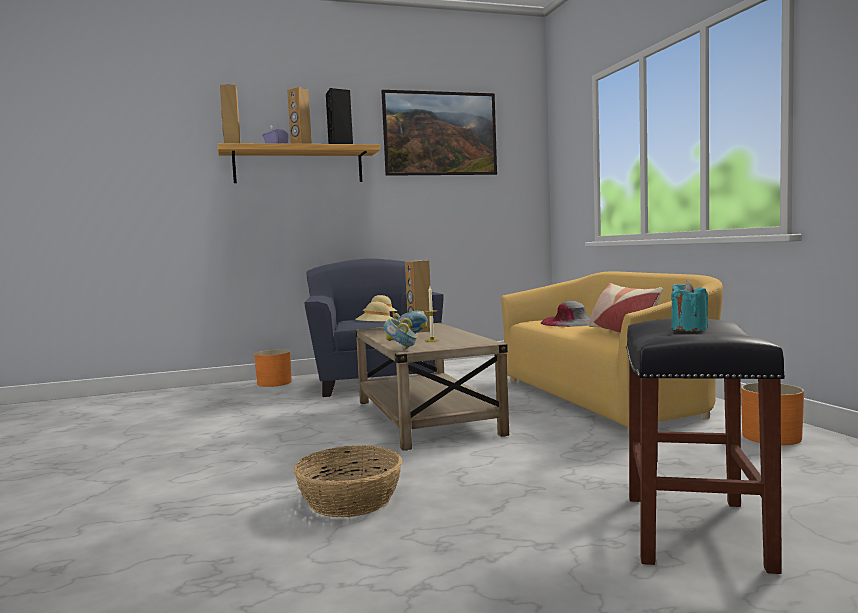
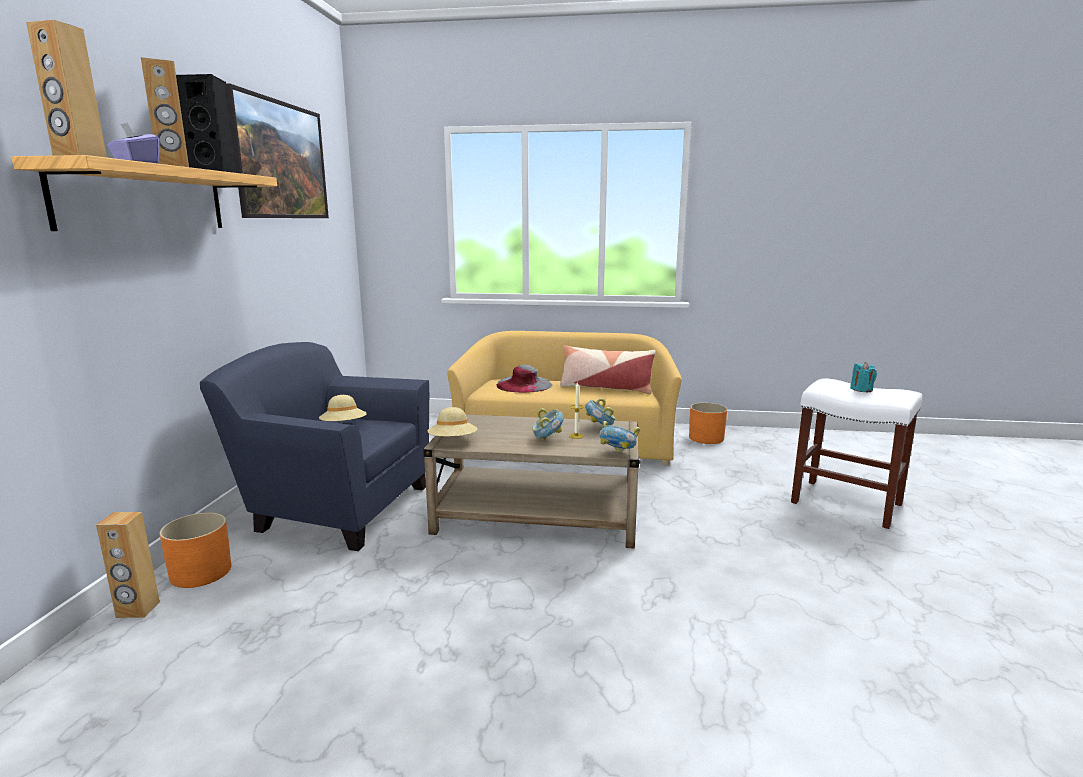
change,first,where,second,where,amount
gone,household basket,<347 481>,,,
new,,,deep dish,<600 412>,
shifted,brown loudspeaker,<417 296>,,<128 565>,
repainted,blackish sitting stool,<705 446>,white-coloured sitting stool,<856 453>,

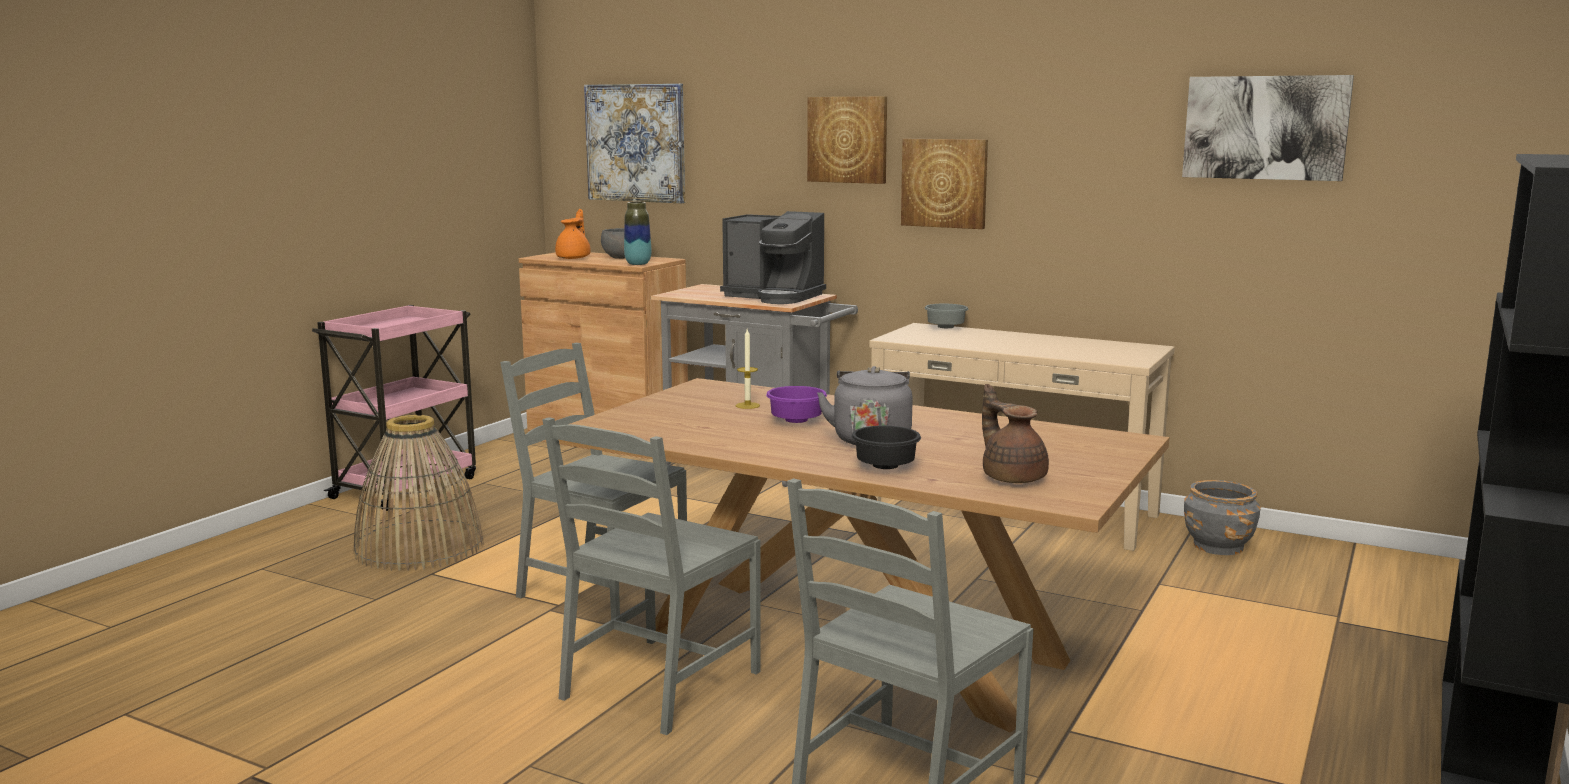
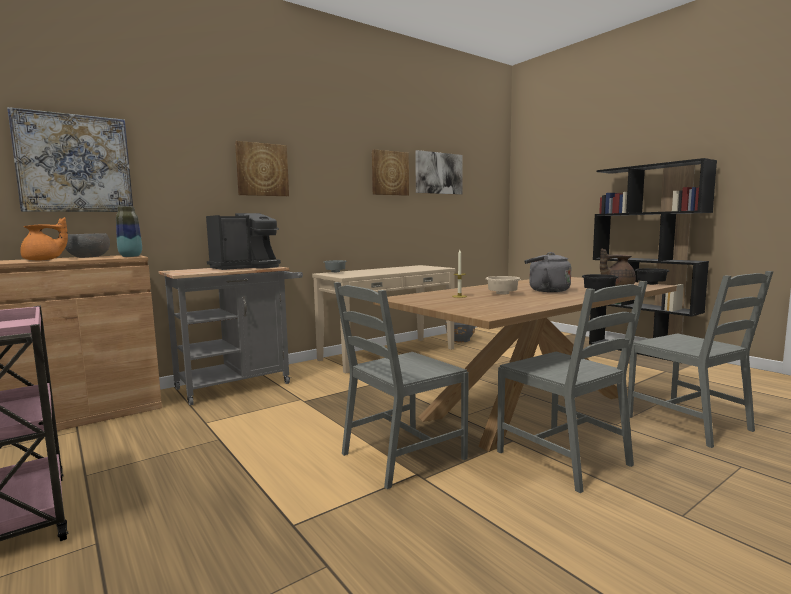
change,first,where,second,where,amount
gone,household basket,<419 493>,,,
new,,,blackish deep dish,<652 276>,
shifted,wall art,<944 184>,,<390 172>,
repainted,purple-coloured deep dish,<796 404>,beige-coloured deep dish,<503 285>,
rotated,orangey tea pot,<573 234>,,<44 238>,105 degrees clockwise

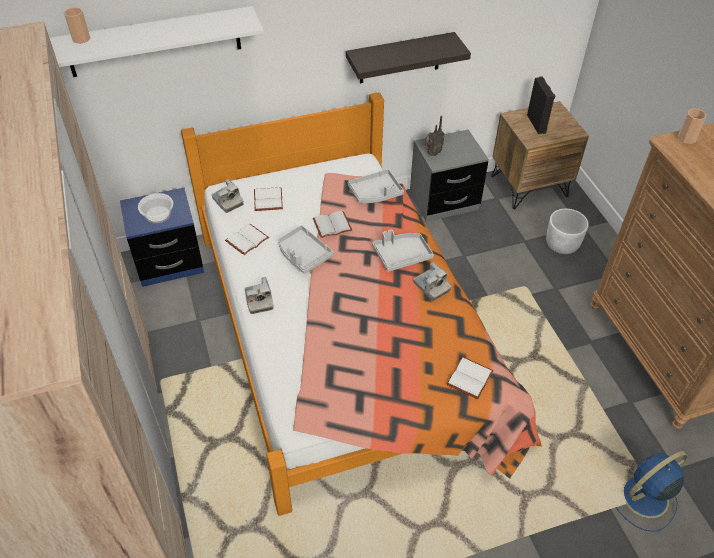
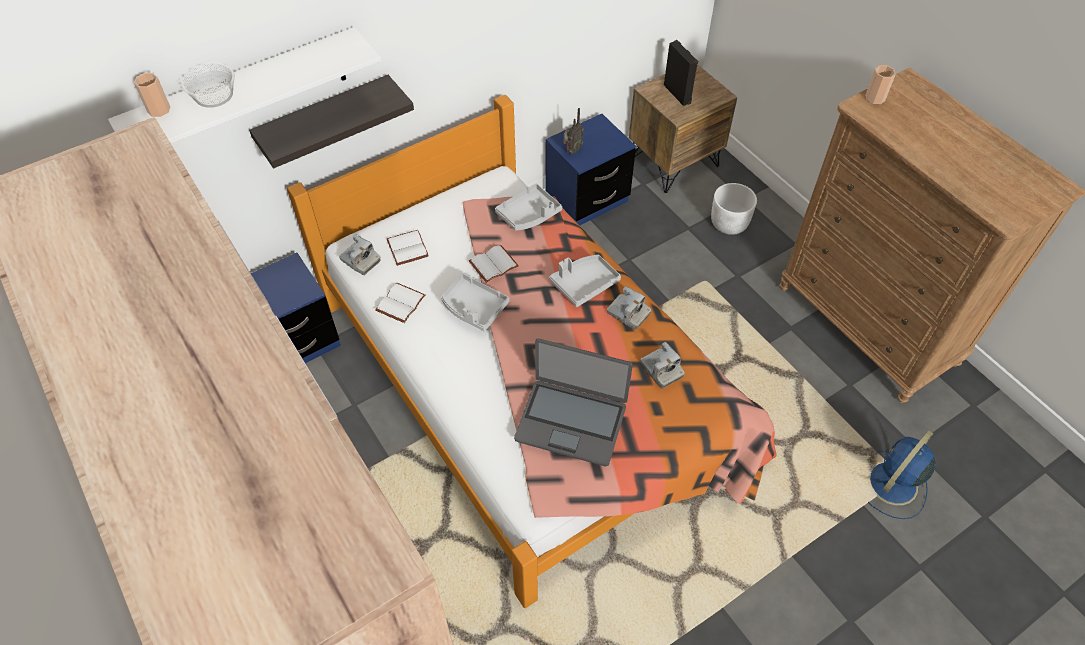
change,first,where,second,where,amount
gone,white-coloured volume,<470 378>,,,
new,,,notebook computer,<573 403>,
shifted,deep dish,<155 208>,,<208 85>,
shifted,still camera,<259 295>,,<662 365>,
shifted,wall shelf,<408 57>,,<331 121>,
repainted,grey bedside table,<449 176>,bluish bedside table,<590 170>,

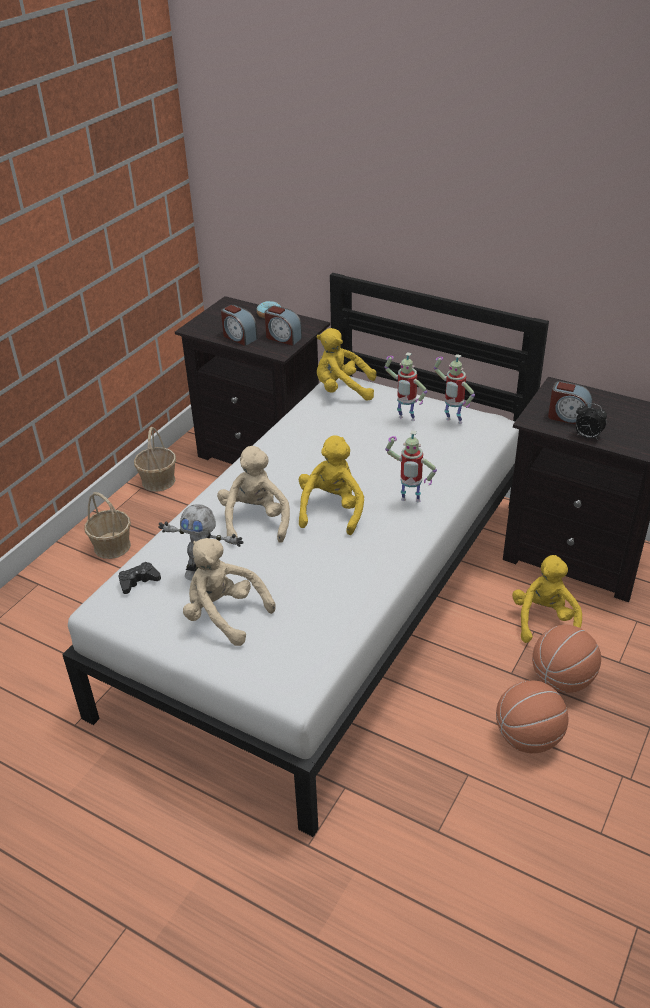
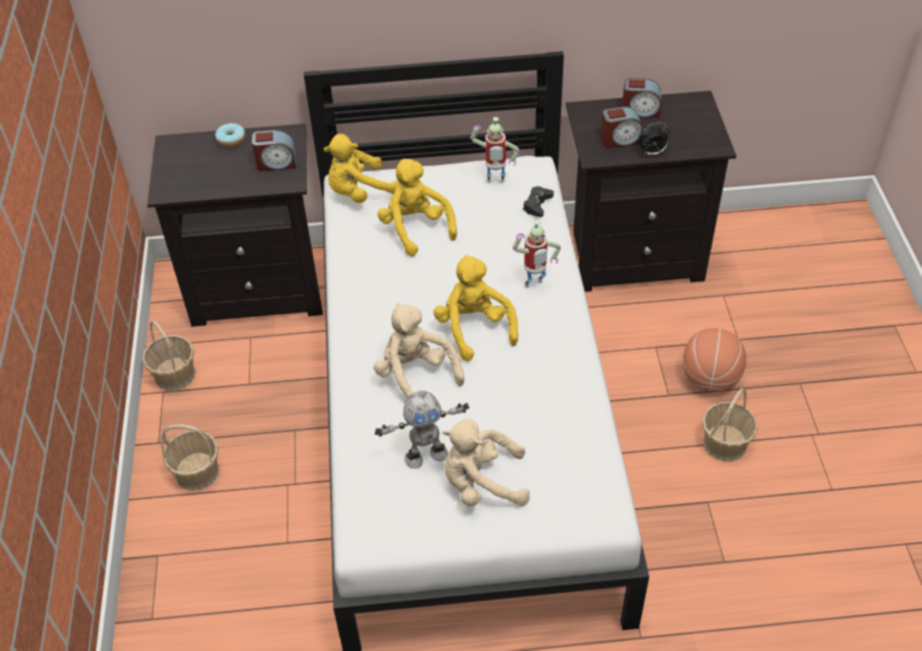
change,first,where,second,where,amount
gone,toy robot,<405 386>,,,
shifted,blackish game controller,<140 578>,,<538 201>,
shifted,alarm clock,<239 325>,,<641 98>,
shifted,yellowish cuddly toy,<547 599>,,<417 207>,
swapped,basketball ball,<532 717>,household basket,<730 425>,

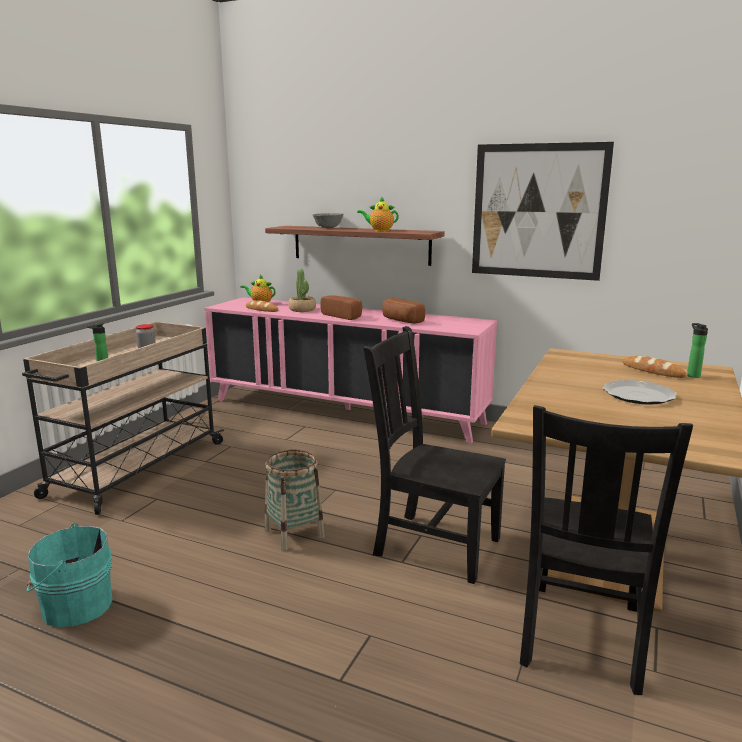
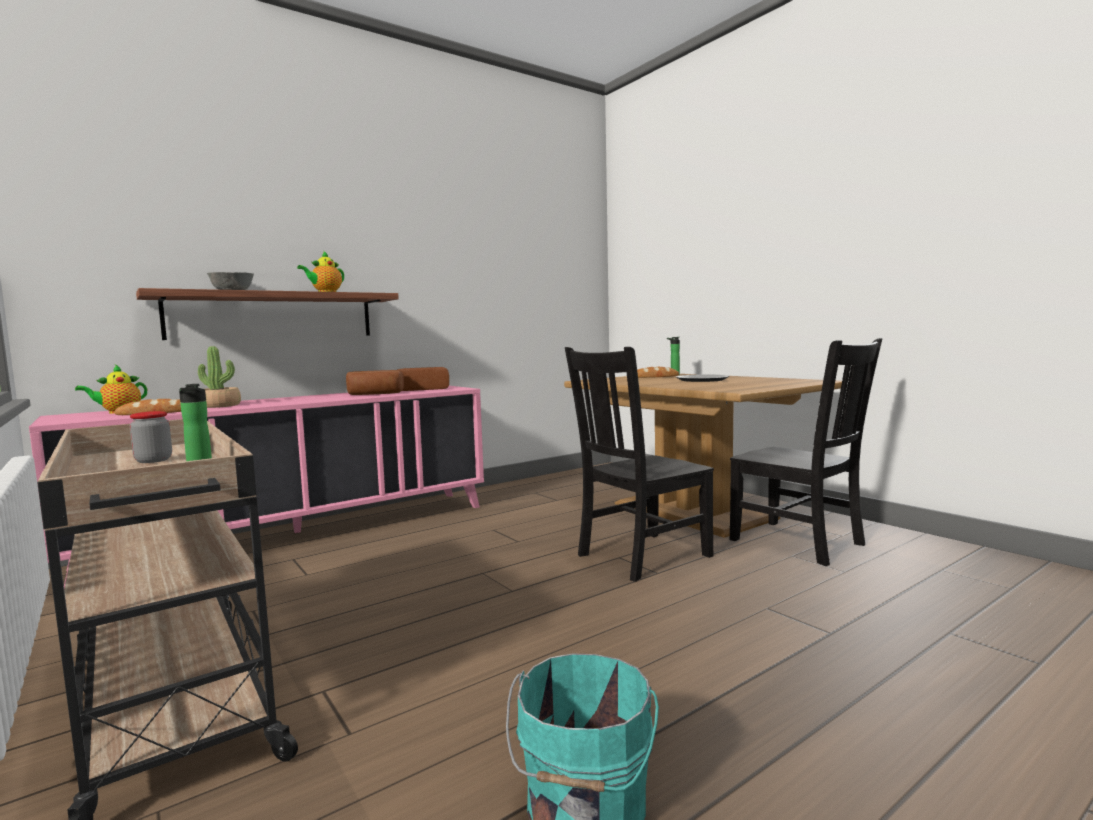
change,first,where,second,where,amount
gone,household basket,<295 500>,,,
gone,wall art,<543 211>,,,
shifted,baked bread,<341 307>,,<423 379>,

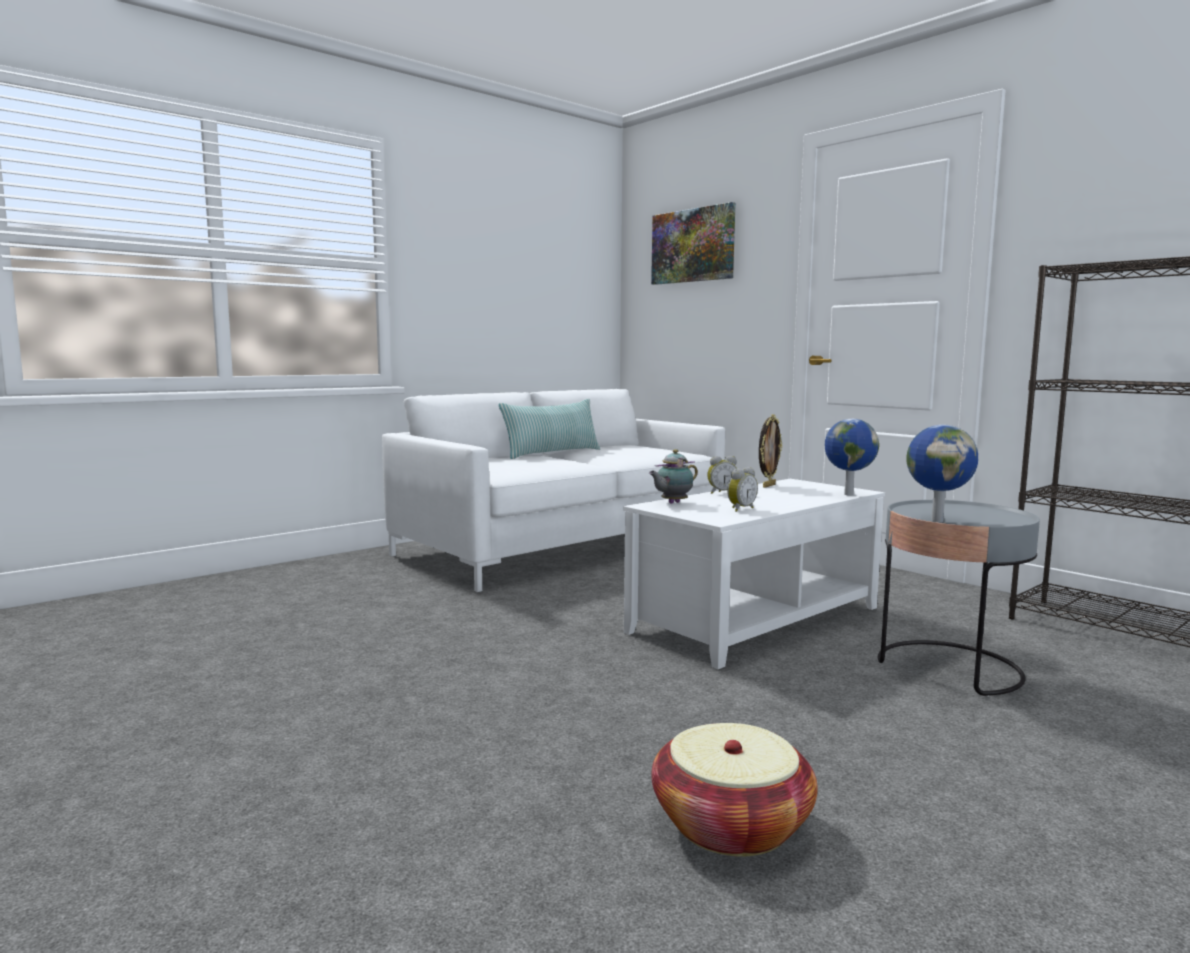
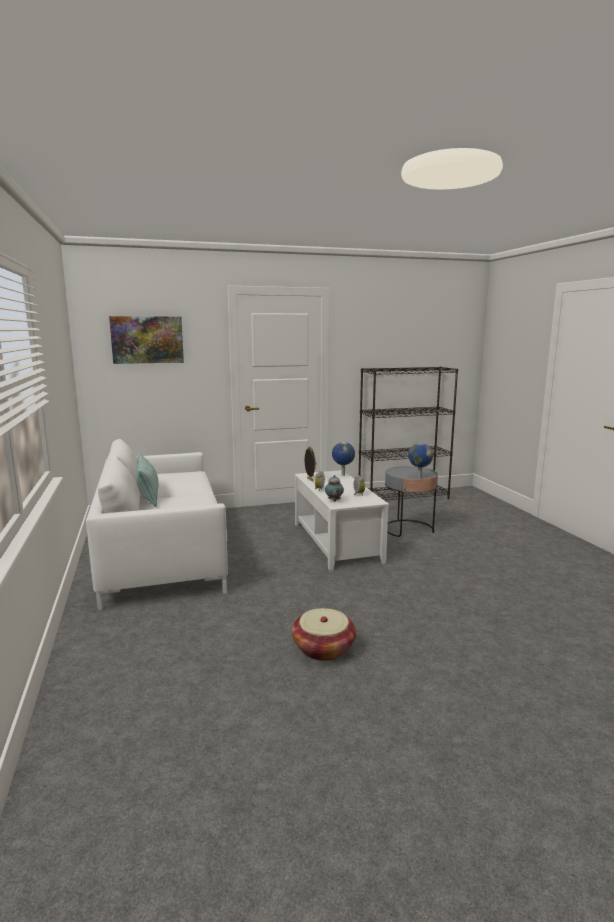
change,first,where,second,where,amount
shifted,household basket,<734 790>,,<324 634>,

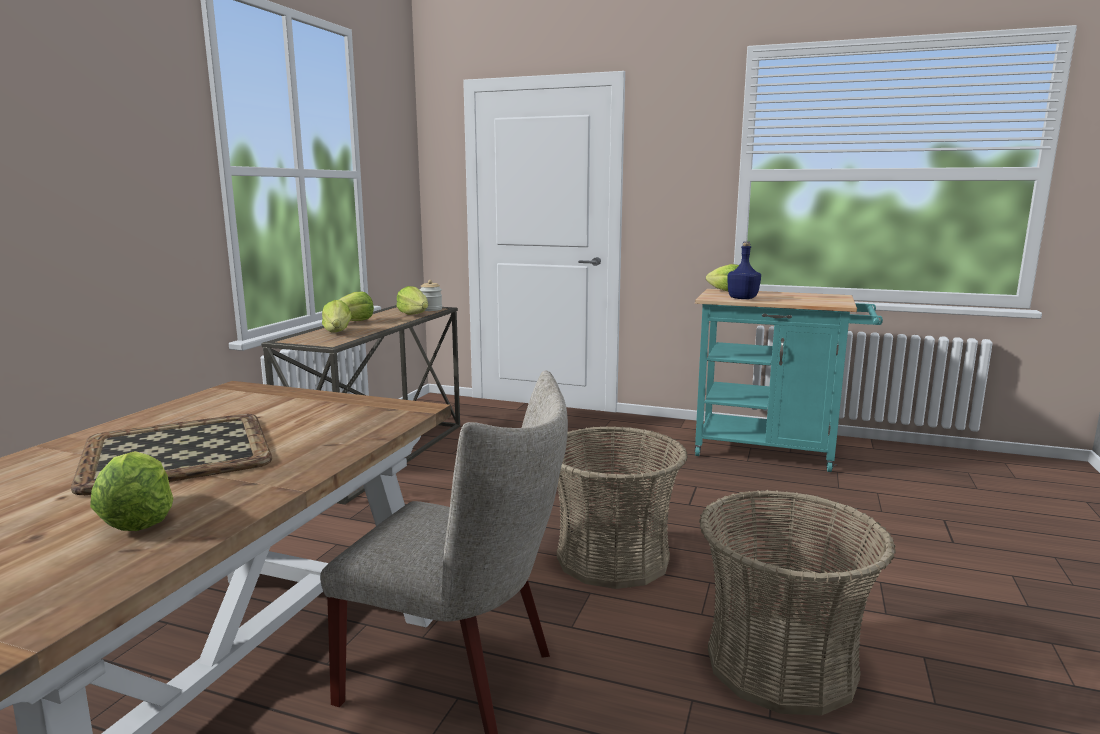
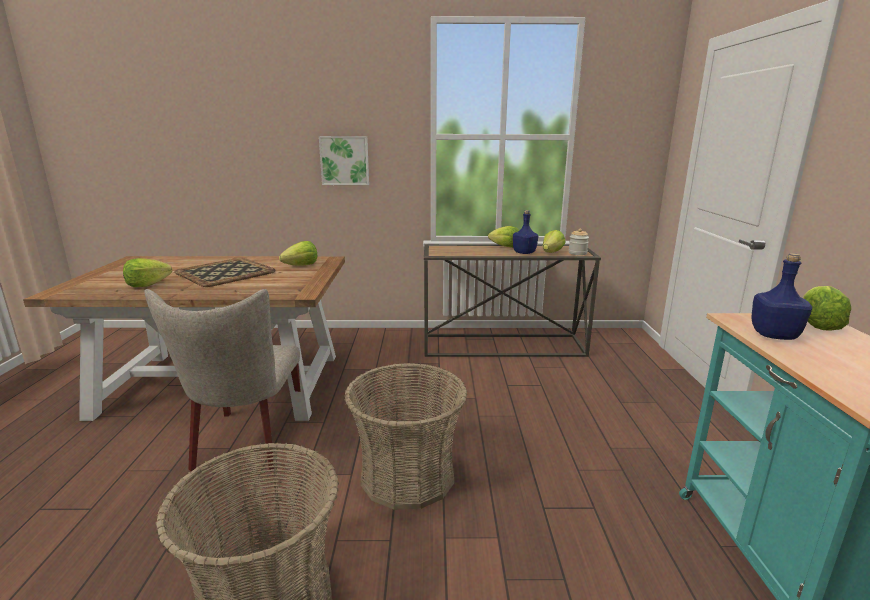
change,first,where,second,where,amount
new,,,wall art,<344 160>,
new,,,bluish drink bottle,<525 232>,
shifted,lettuce head,<337 316>,,<298 253>,

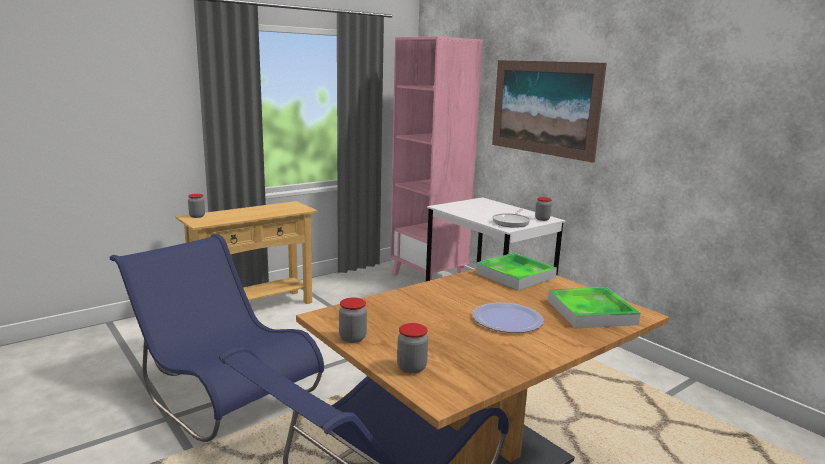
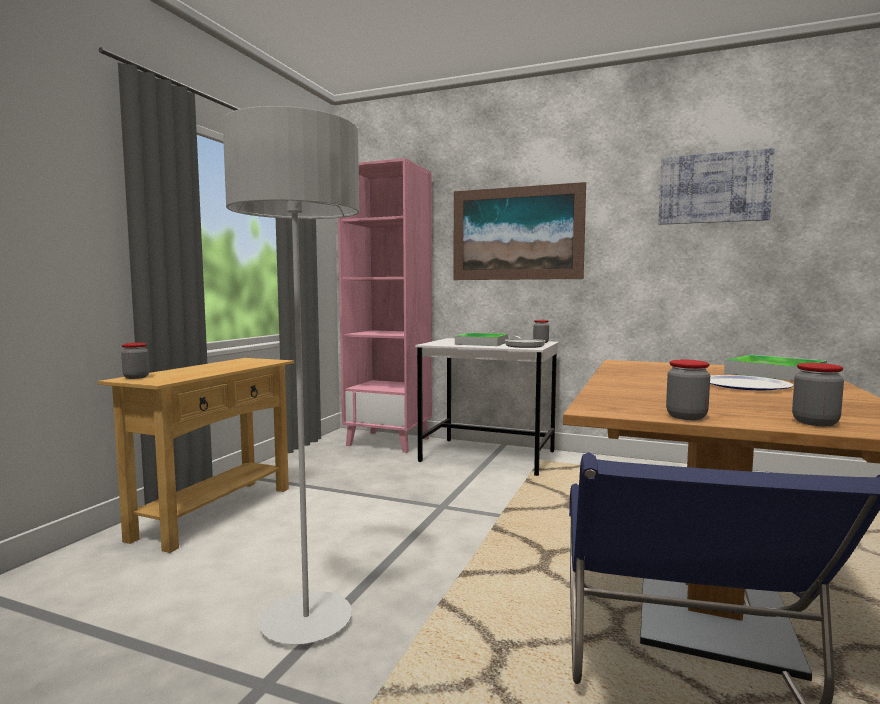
change,first,where,second,where,amount
new,,,wall art,<716 186>,
shifted,tray,<516 271>,,<481 339>,
swapped,bluish upright chair,<217 338>,grey standing lamp,<291 375>,

